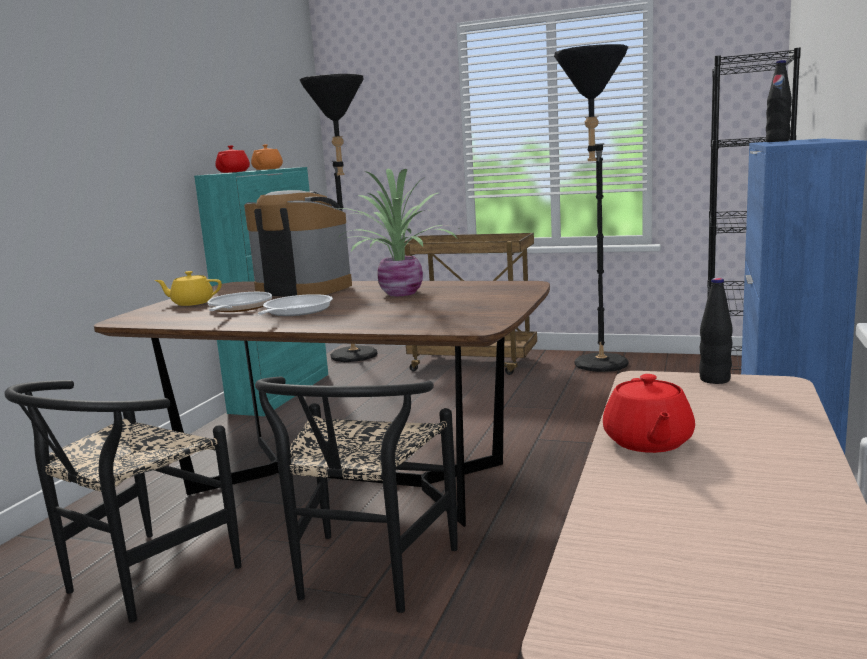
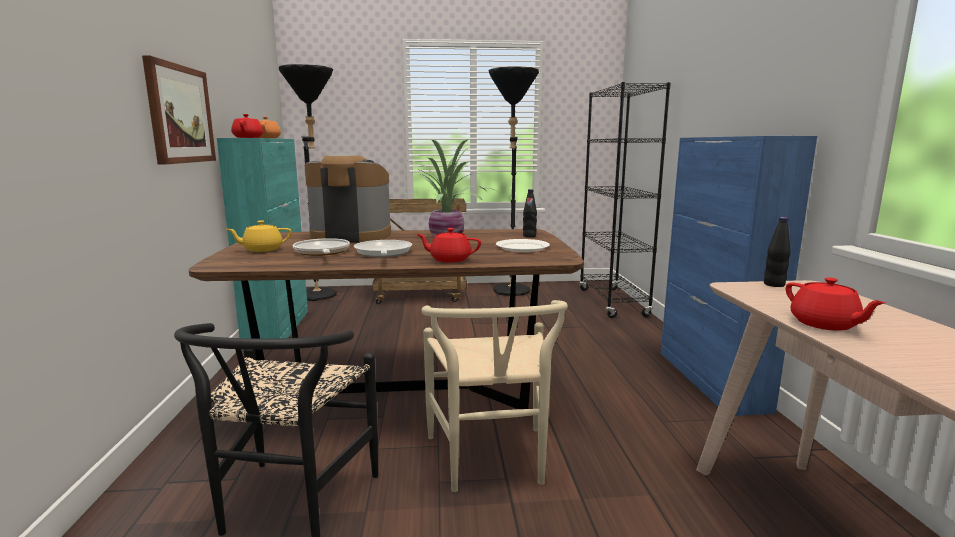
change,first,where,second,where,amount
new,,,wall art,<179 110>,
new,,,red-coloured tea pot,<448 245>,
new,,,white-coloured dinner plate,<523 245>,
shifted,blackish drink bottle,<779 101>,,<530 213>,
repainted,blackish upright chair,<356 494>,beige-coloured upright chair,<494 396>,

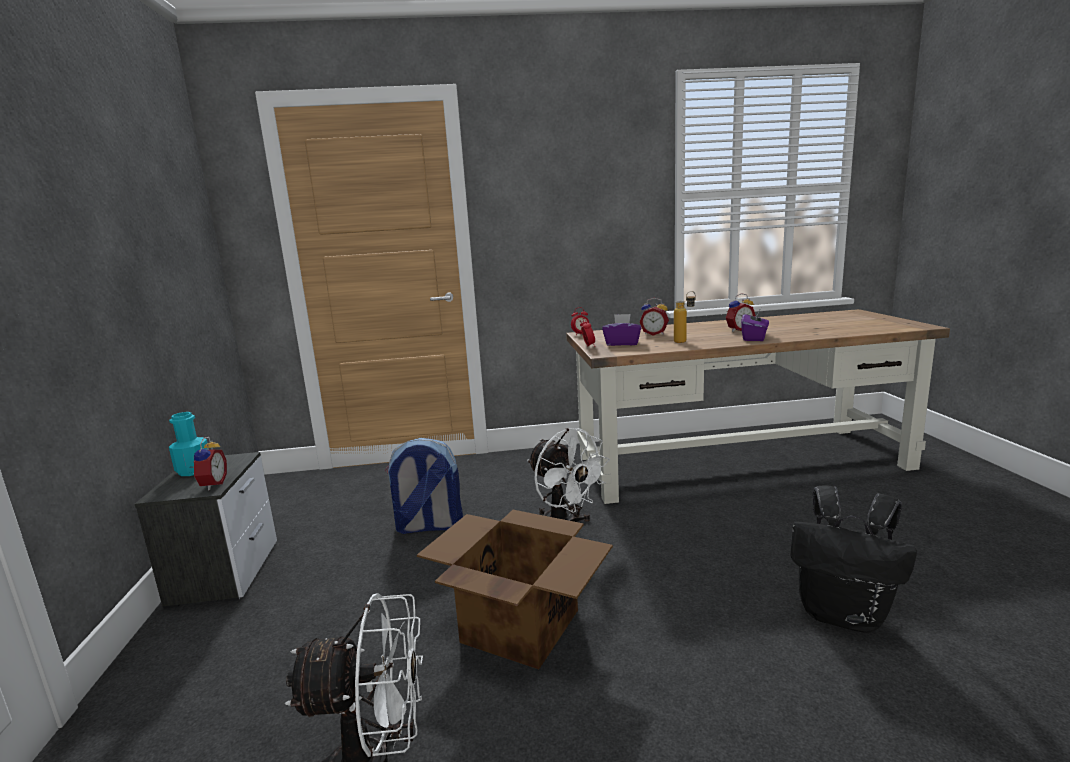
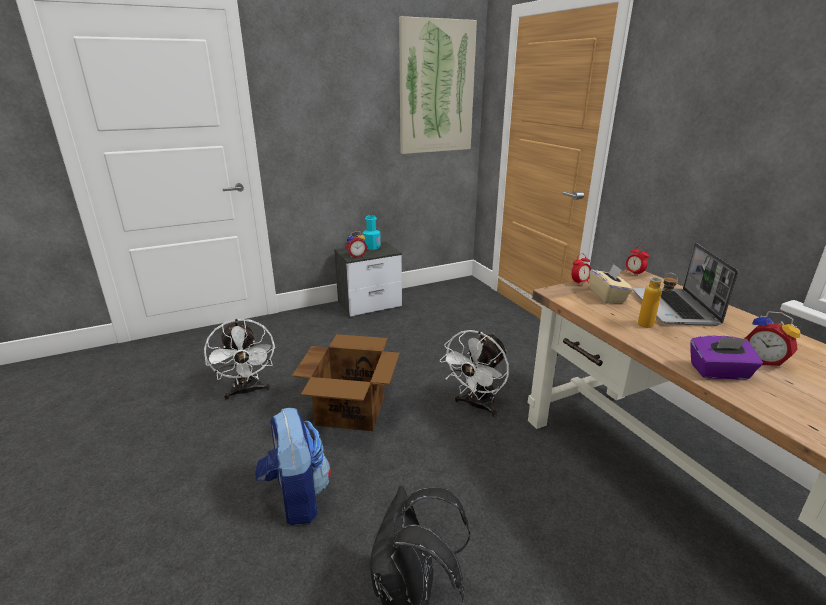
change,first,where,second,where,amount
new,,,wall art,<438 85>,
shifted,rucksack,<424 486>,,<293 466>,
swapped,alarm clock,<654 317>,notebook computer,<685 284>,
repainted,purple-coloured tissue box,<621 330>,beige-coloured tissue box,<611 284>,

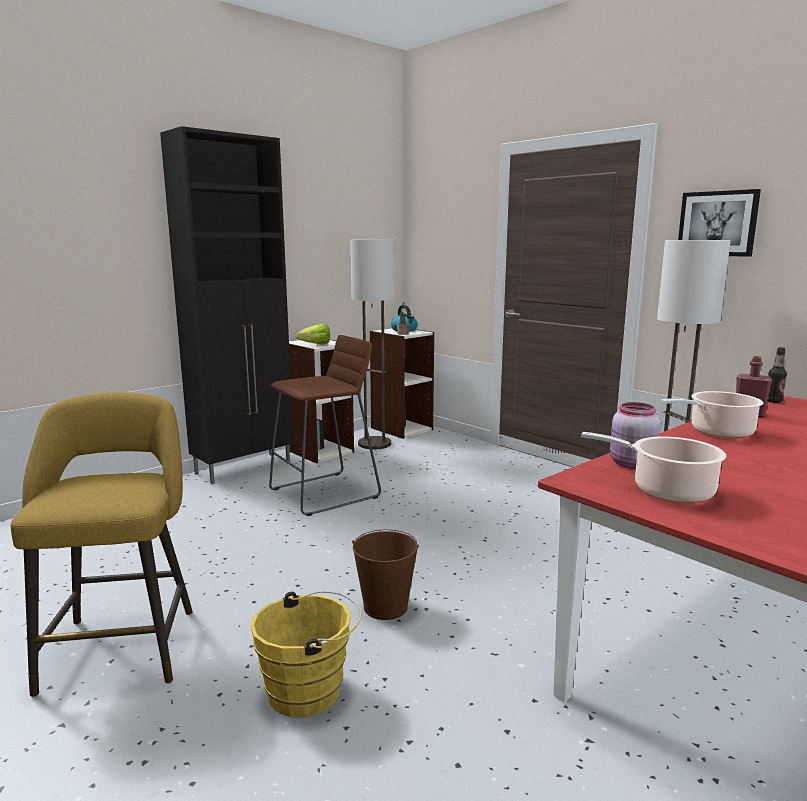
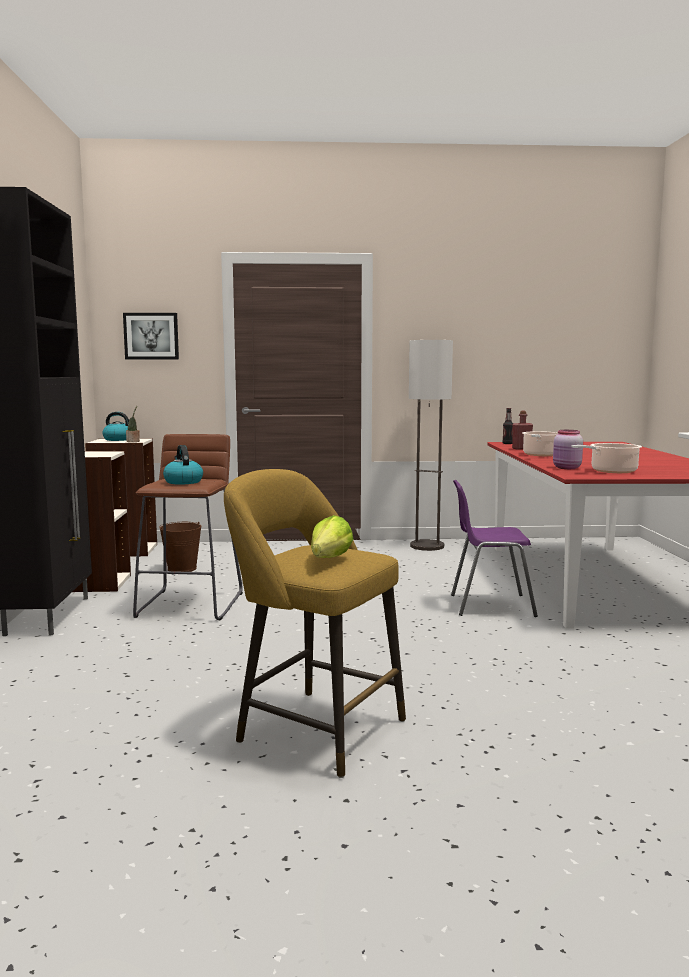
change,first,where,second,where,amount
gone,yellowish bucket,<306 654>,,,
gone,standing lamp,<372 344>,,,
new,,,tea kettle,<183 465>,
new,,,purple-coloured upright chair,<494 548>,
shifted,lettuce head,<313 334>,,<332 536>,
shifted,brown bucket,<385 575>,,<180 547>,
shifted,wall art,<719 223>,,<151 336>,

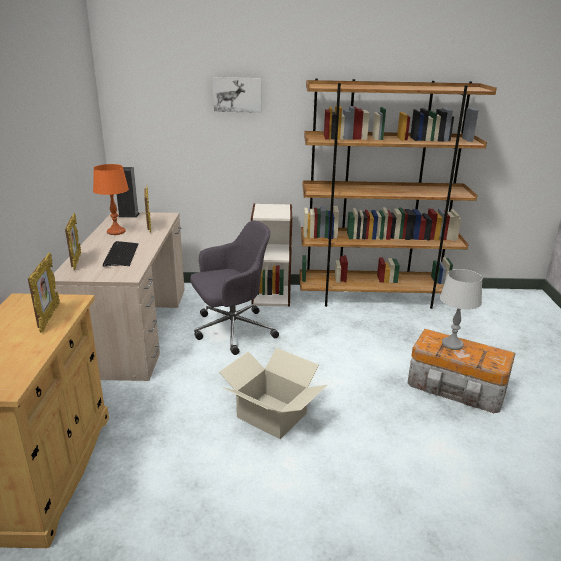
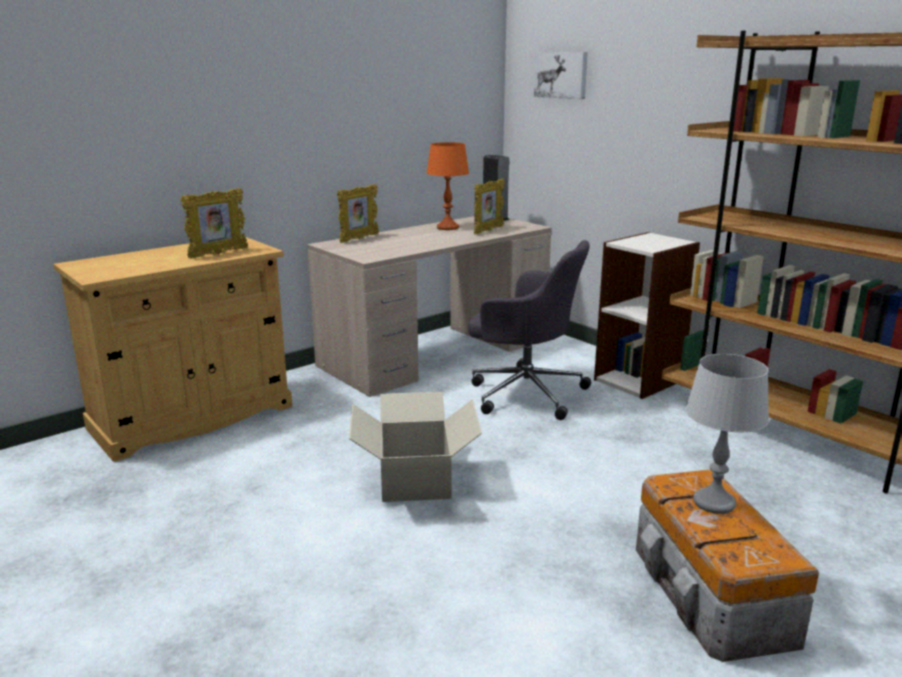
change,first,where,second,where,amount
gone,keyboard,<120 254>,,,
shifted,wall art,<237 95>,,<561 75>,

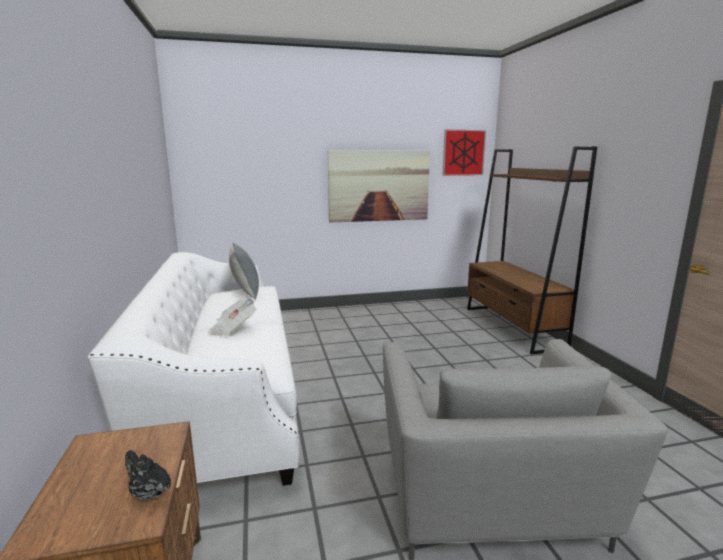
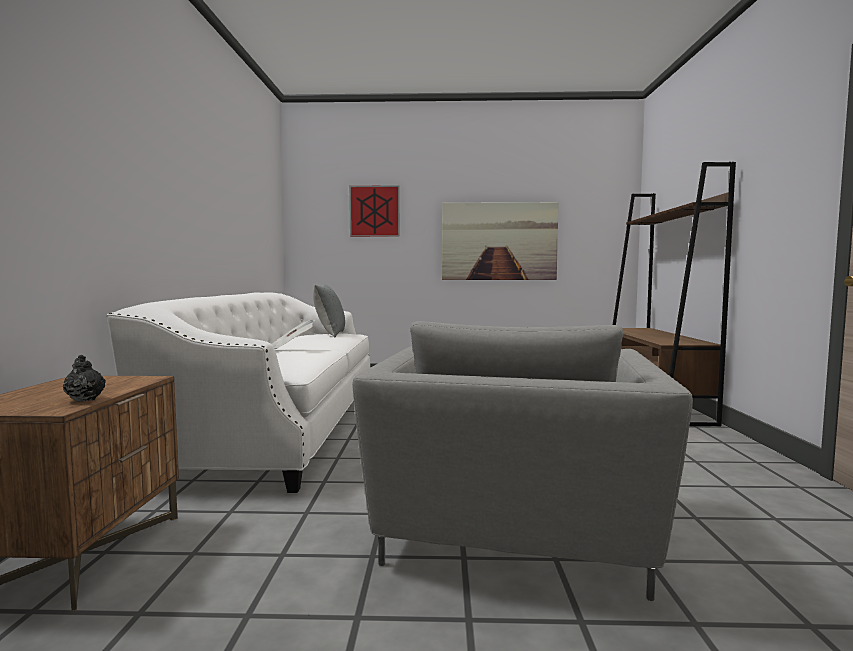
change,first,where,second,where,amount
shifted,wall art,<464 153>,,<374 211>,

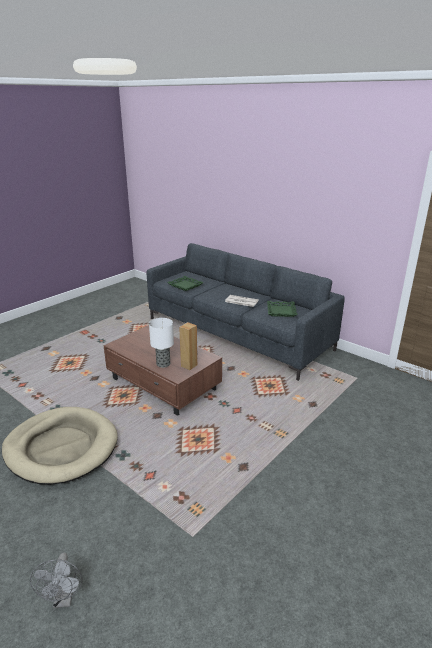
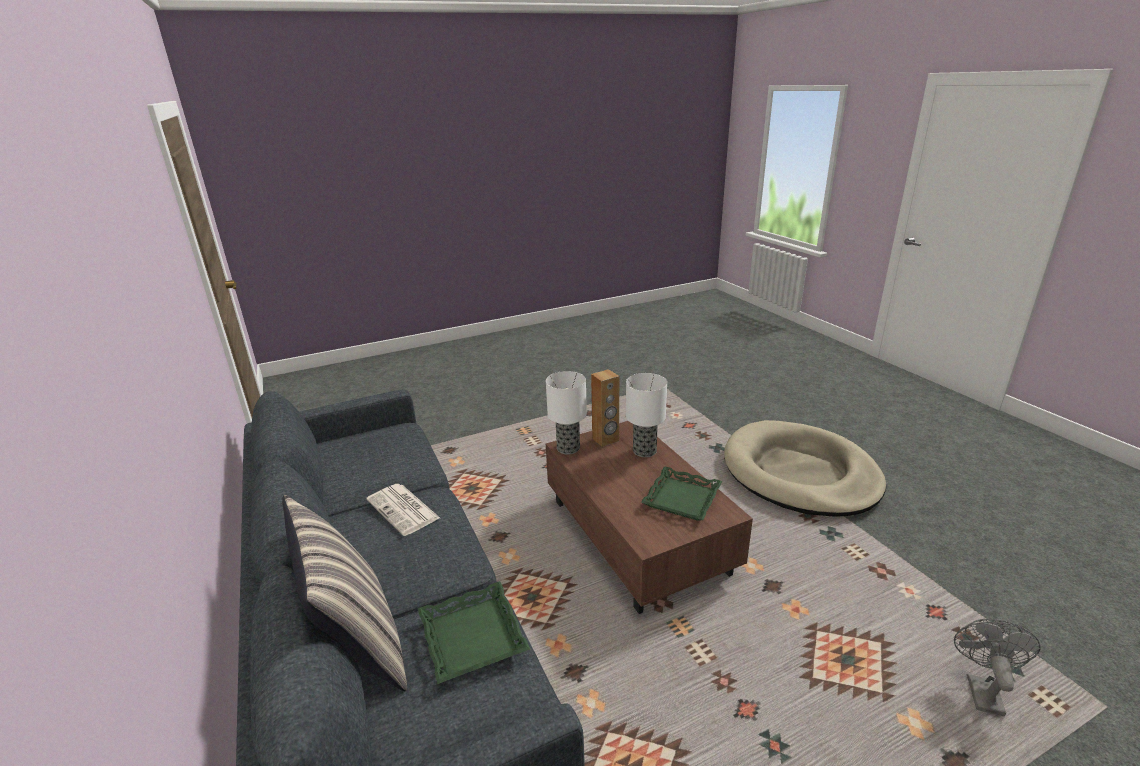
change,first,where,second,where,amount
new,,,cushion,<344 593>,
new,,,lamp for a table,<566 412>,
shifted,grey fan,<56 580>,,<997 667>,
shifted,green-coloured tray,<282 309>,,<681 493>,

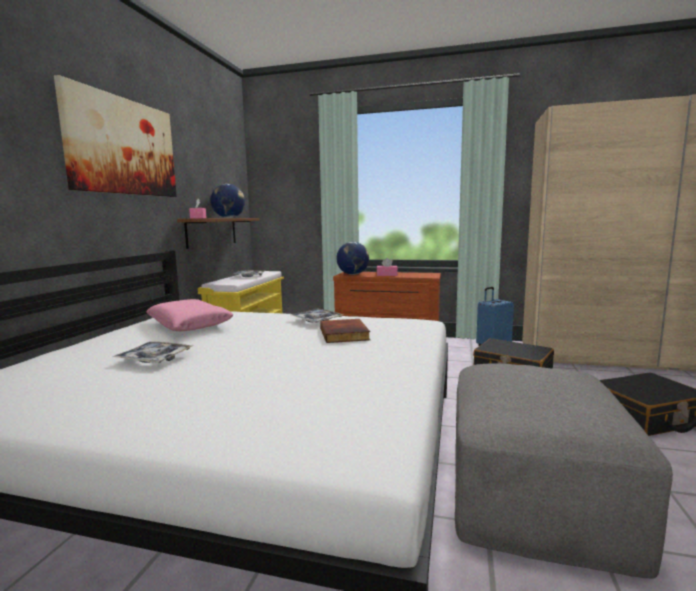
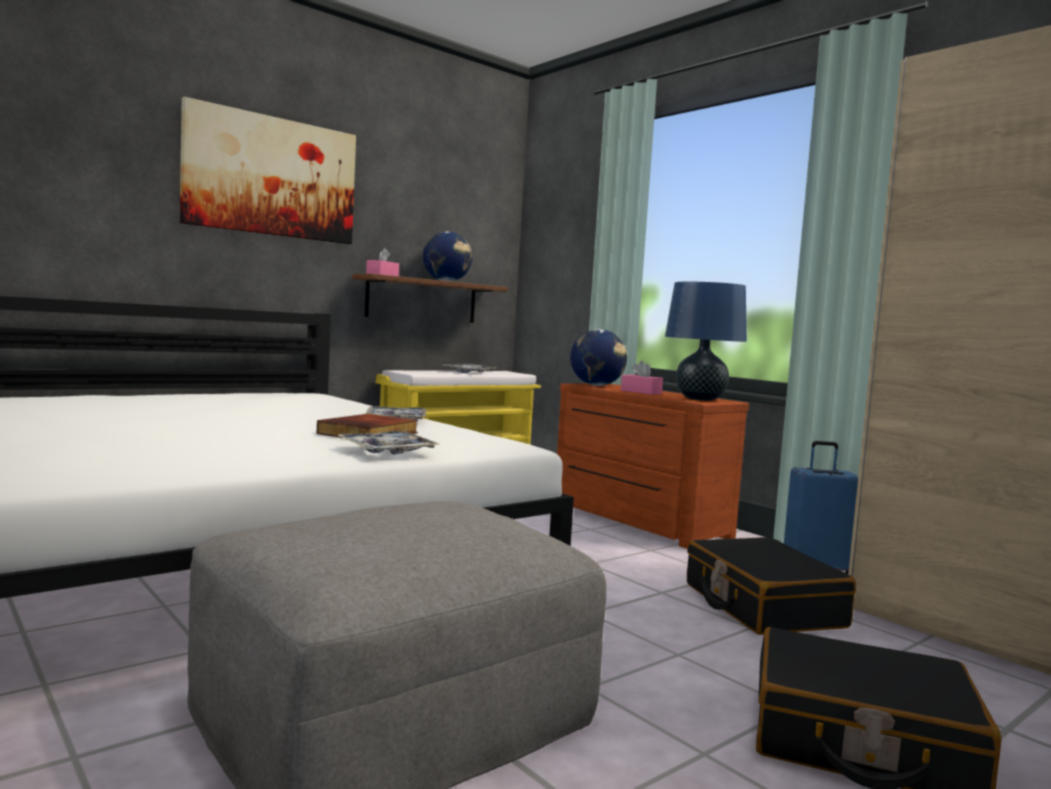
change,first,where,second,where,amount
gone,pinkish cushion,<190 315>,,,
new,,,bluish lamp for a table,<706 341>,
shifted,tray,<152 352>,,<387 442>,

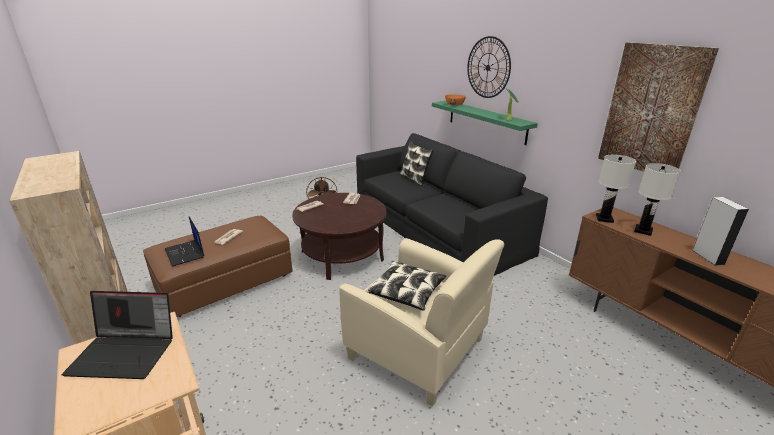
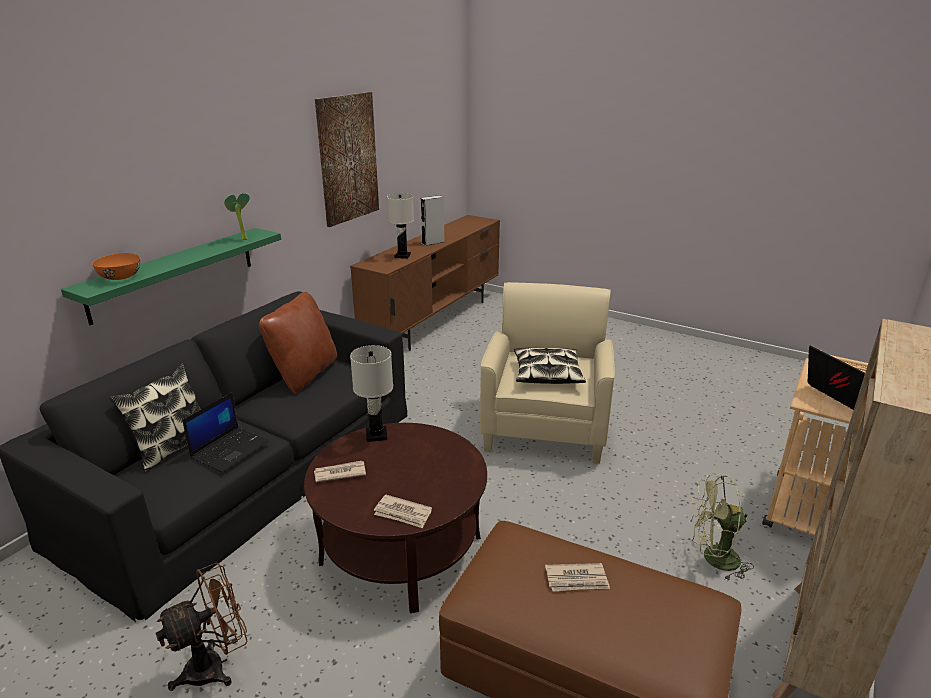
change,first,where,second,where,amount
gone,wall clock,<489 67>,,,
new,,,brown cushion,<298 343>,
new,,,green-coloured fan,<721 527>,
shifted,notebook computer,<184 241>,,<225 432>,
shifted,white-coloured lamp for a table,<616 189>,,<371 393>,

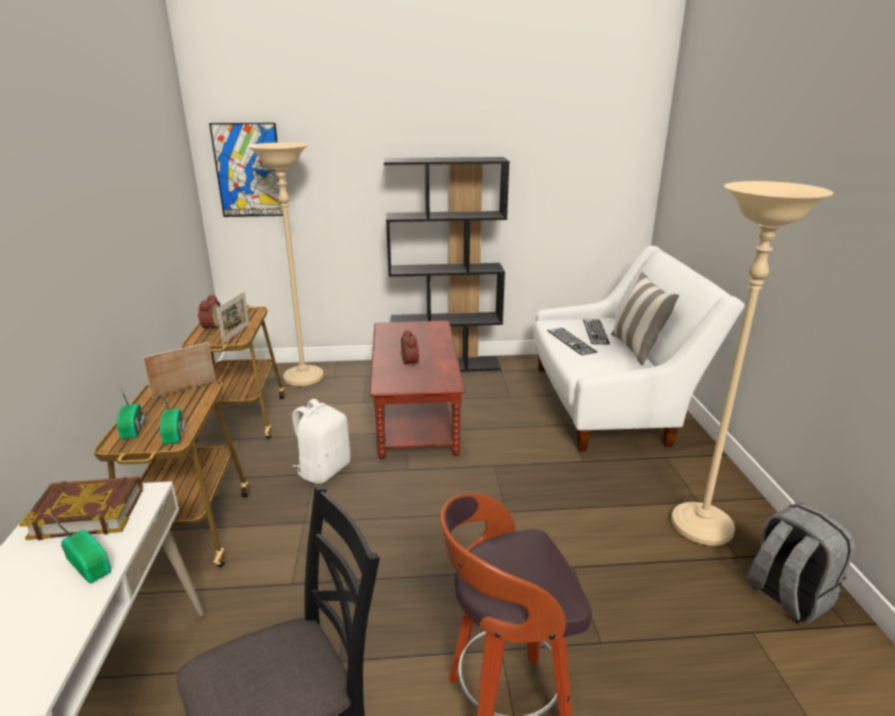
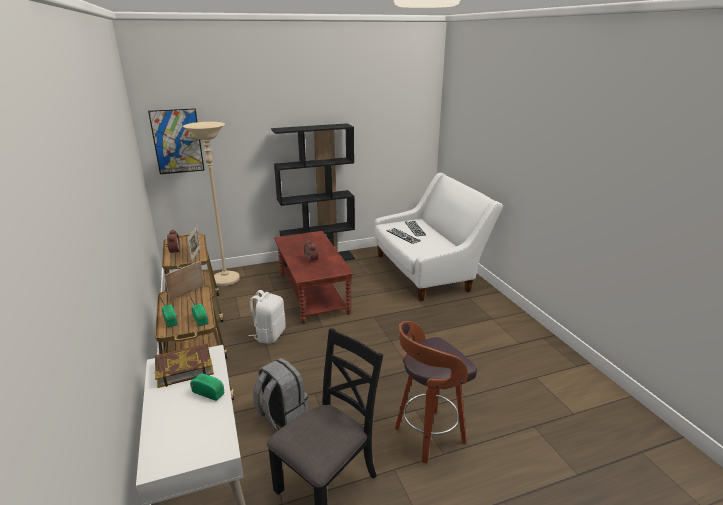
change,first,where,second,where,amount
gone,cushion,<645 319>,,,
gone,beige-coloured standing lamp,<752 363>,,,
shifted,grey rucksack,<801 563>,,<280 394>,

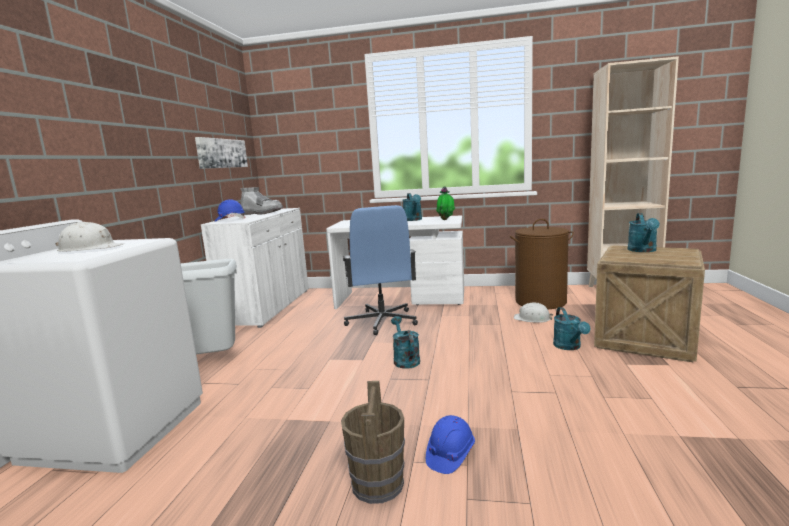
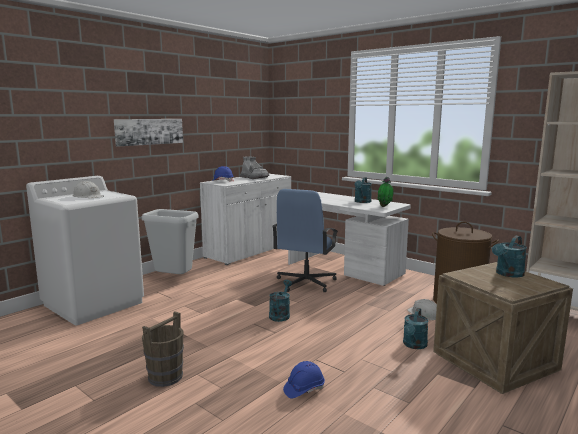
change,first,where,second,where,amount
shifted,wall art,<221 153>,,<148 133>,
shifted,bluish hard hat,<450 444>,,<304 379>,

